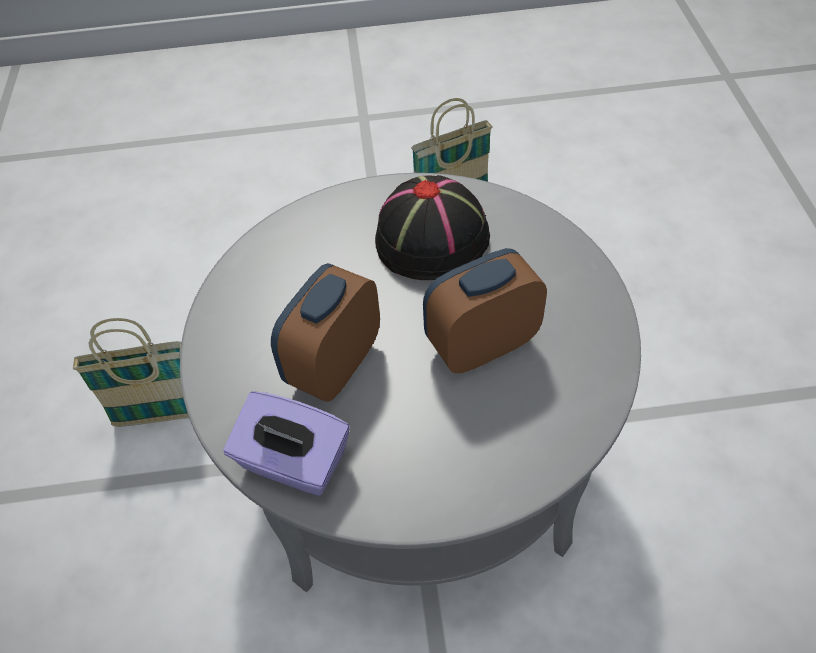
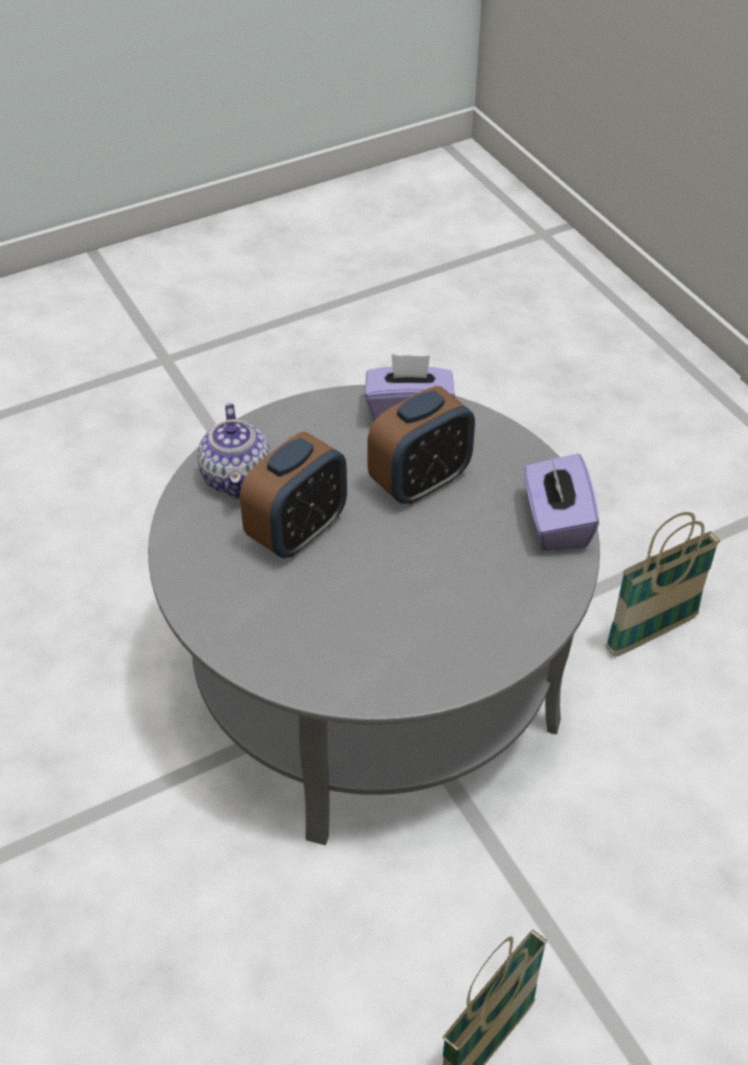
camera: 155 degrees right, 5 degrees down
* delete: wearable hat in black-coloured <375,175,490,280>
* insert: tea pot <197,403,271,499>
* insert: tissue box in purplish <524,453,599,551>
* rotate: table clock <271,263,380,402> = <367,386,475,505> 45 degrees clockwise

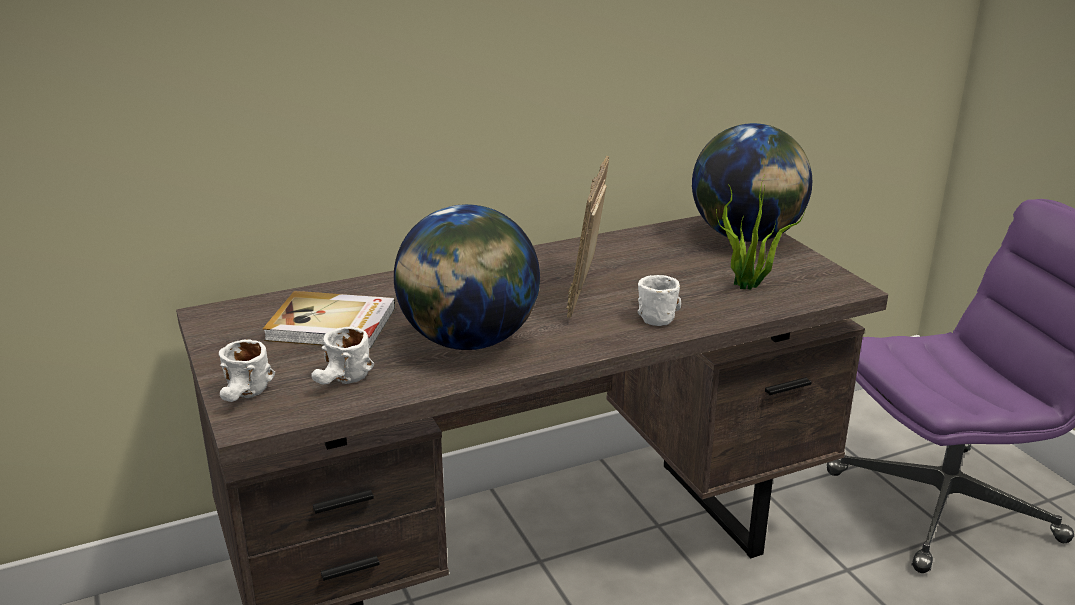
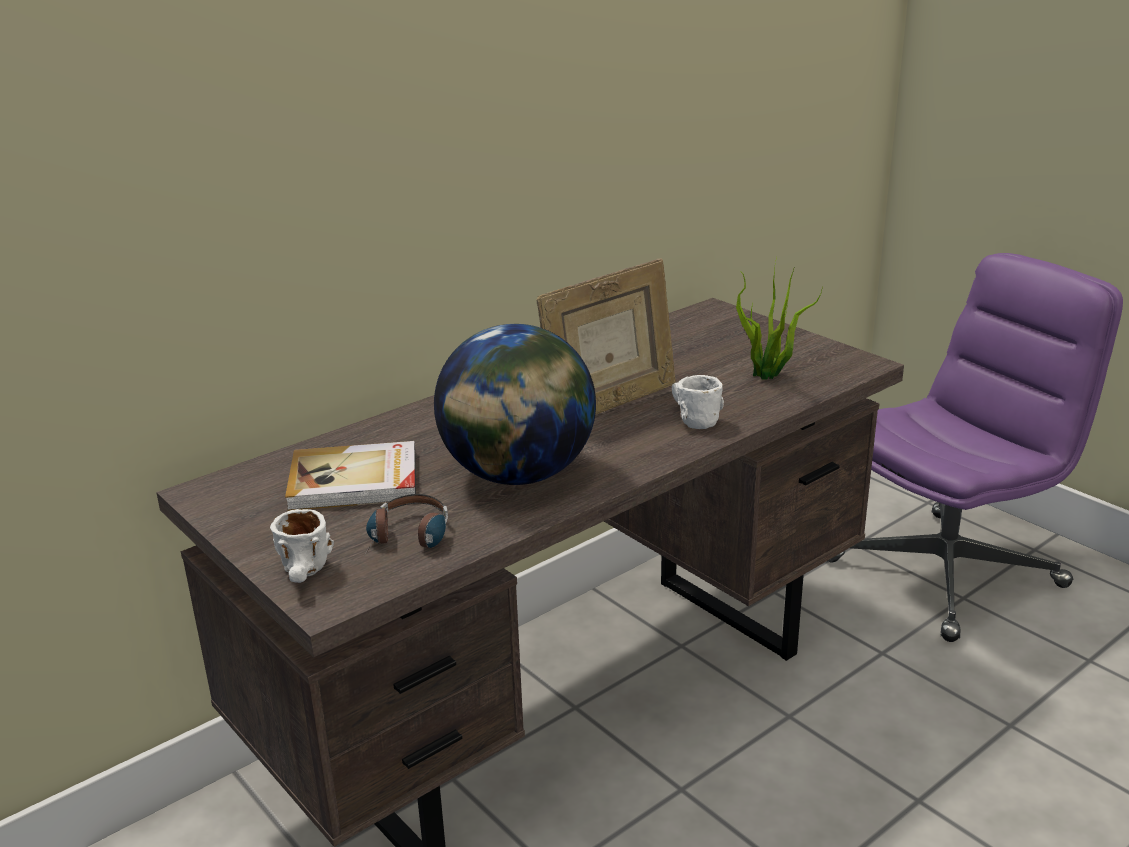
camera: 15 degrees left, 0 degrees up
* delete: desk globe <692,123,812,242>
* replace: coffee mug in whitish <311,327,374,384> to headset <365,494,448,555>
* rotate: photo frame <566,156,609,319> = <537,259,676,415> 120 degrees counterclockwise

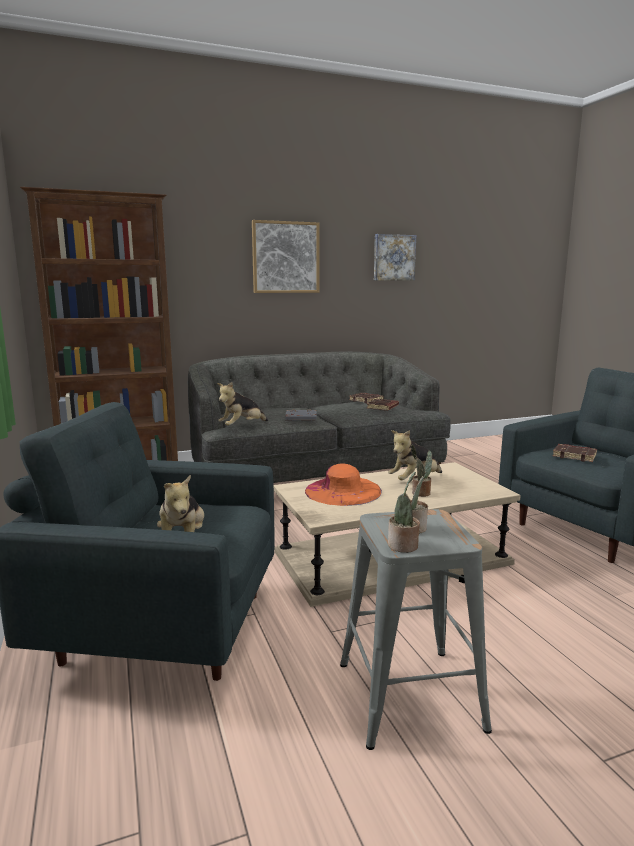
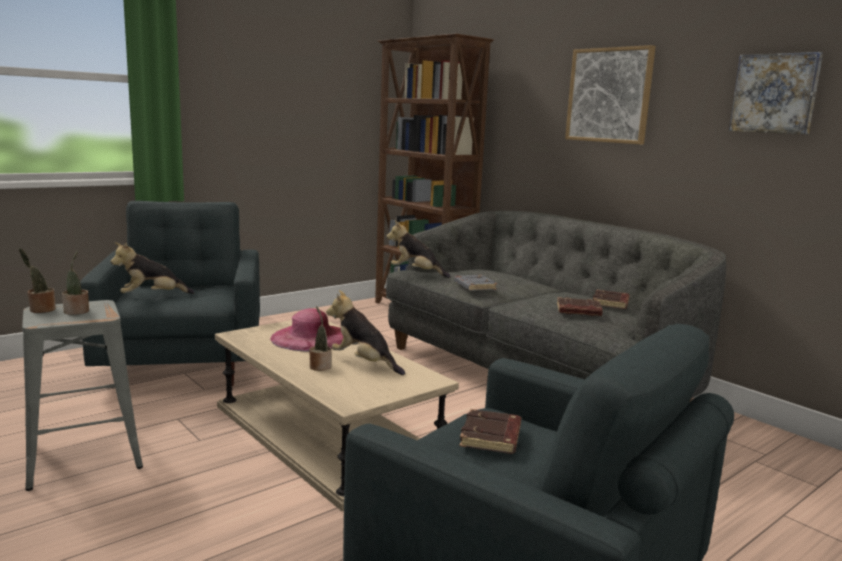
camera: 70 degrees right, 0 degrees up
* recolor: wearable hat in orange <305,464,382,506> to wearable hat in pink-coloured <270,308,343,352>

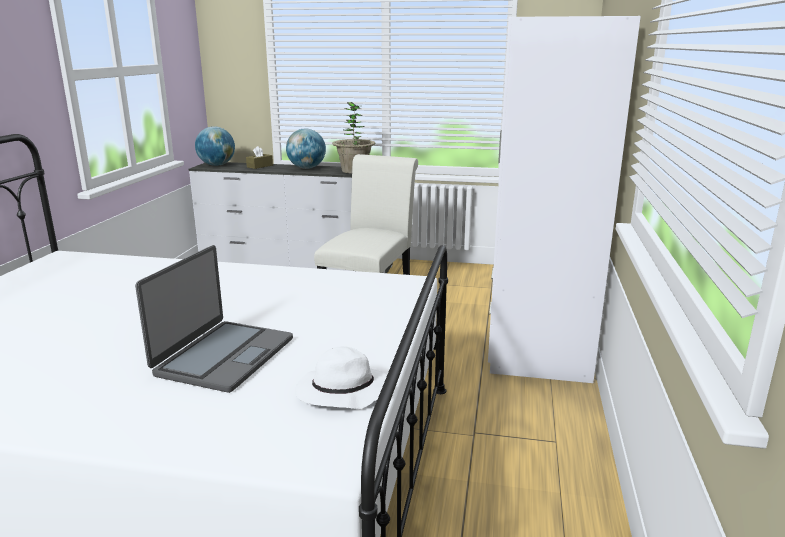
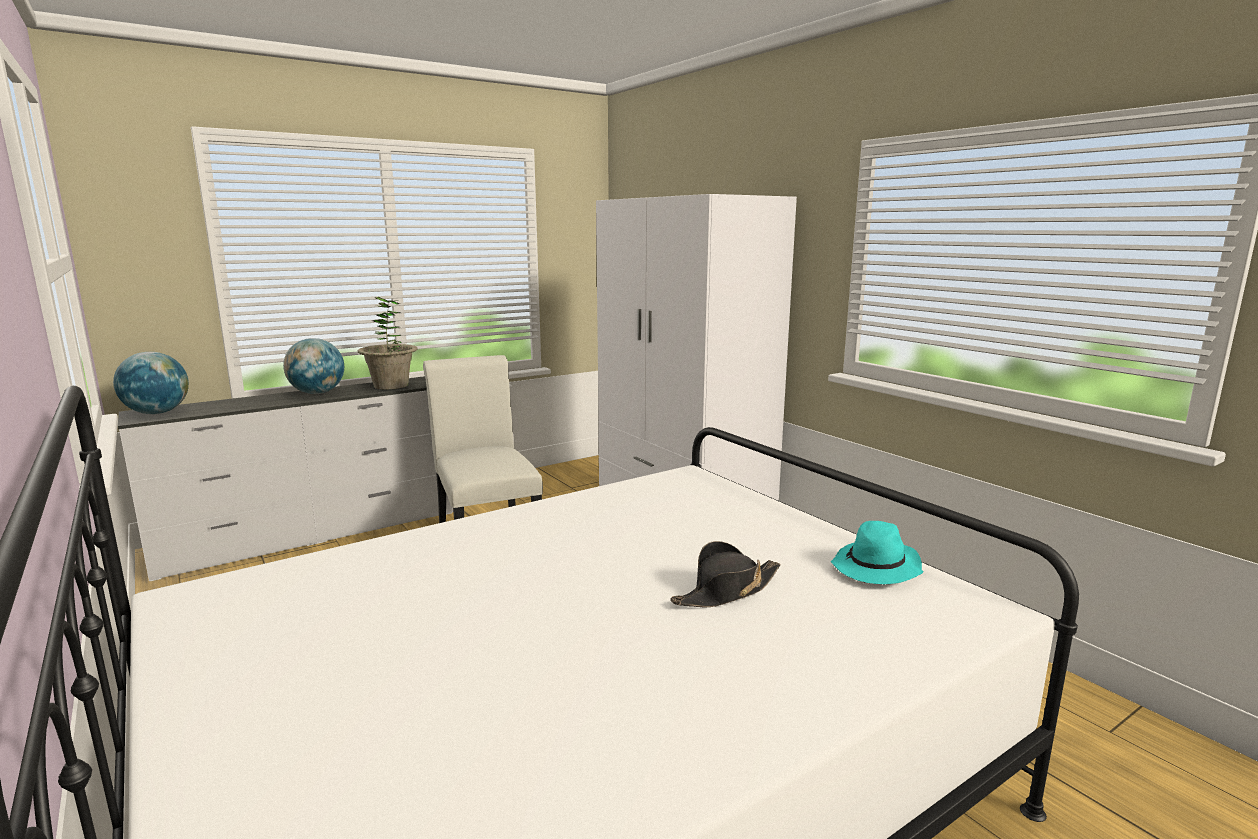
camera: 45 degrees left, 5 degrees down
* delete: tissue box in brown-coloured <246,146,273,169>
* replace: laptop <135,245,293,393> to wearable hat in black-coloured <671,541,781,607>
* recolor: wearable hat in whitish <295,346,387,409> to wearable hat in turquoise-coloured <831,521,924,584>

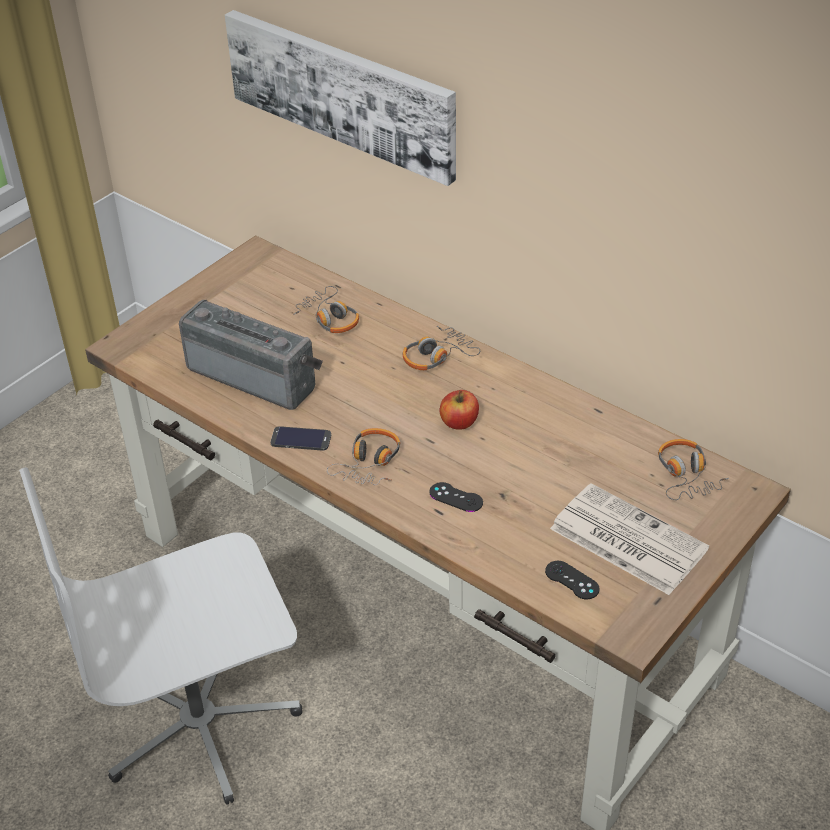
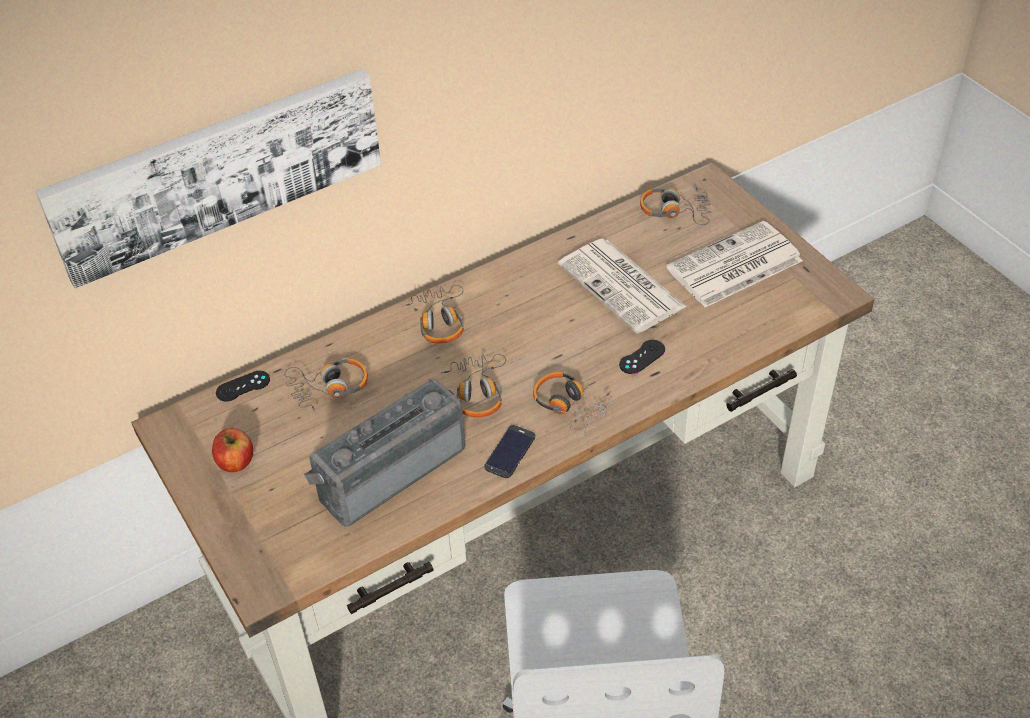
camera: 70 degrees left, 5 degrees up
* insert: headset <441,354,506,417>
* insert: printed paper <558,239,687,333>
* move: apple <440,390,479,430> to <212,428,253,472>
* move: game controller in black-coloured <545,561,599,599> to <216,371,270,401>

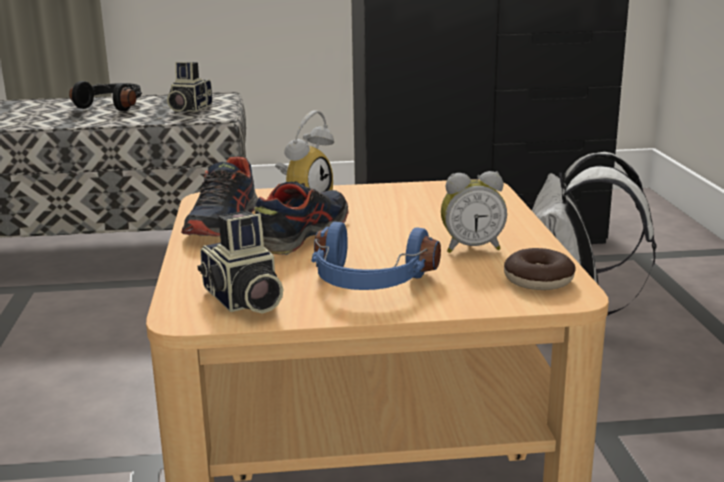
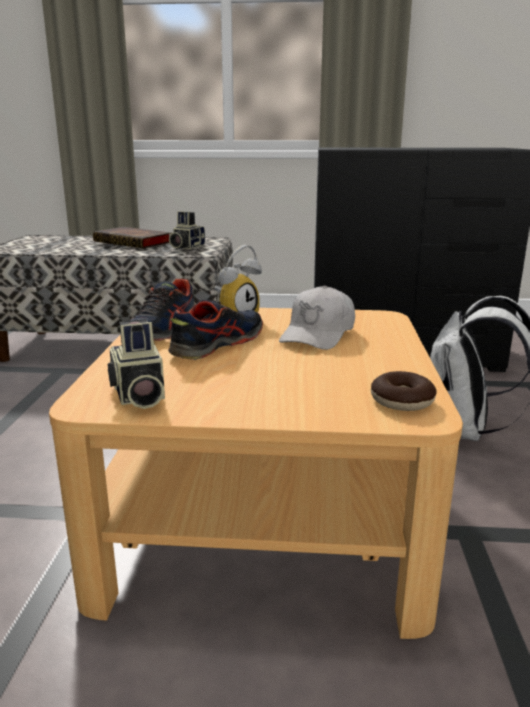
camera: 10 degrees right, 0 degrees up
* delete: headset in bluish <311,222,441,290>
* delete: table clock <441,171,507,253>
* insert: peaked cap in whitish <279,285,355,350>
* replace: headset in black-coloured <69,81,142,111> to bound book <93,227,171,248>

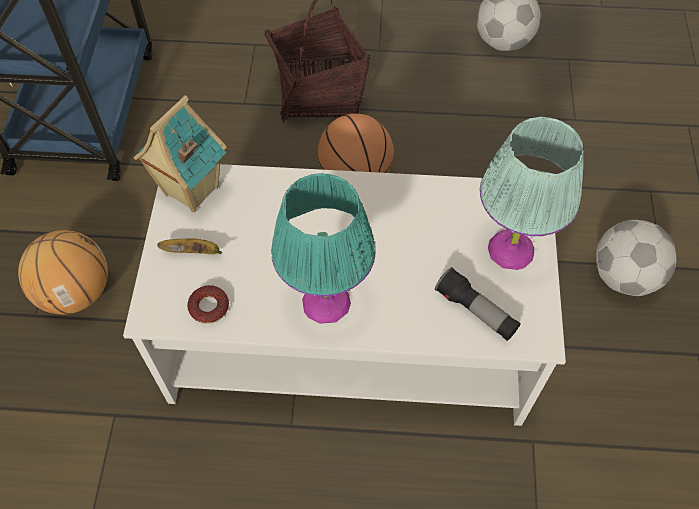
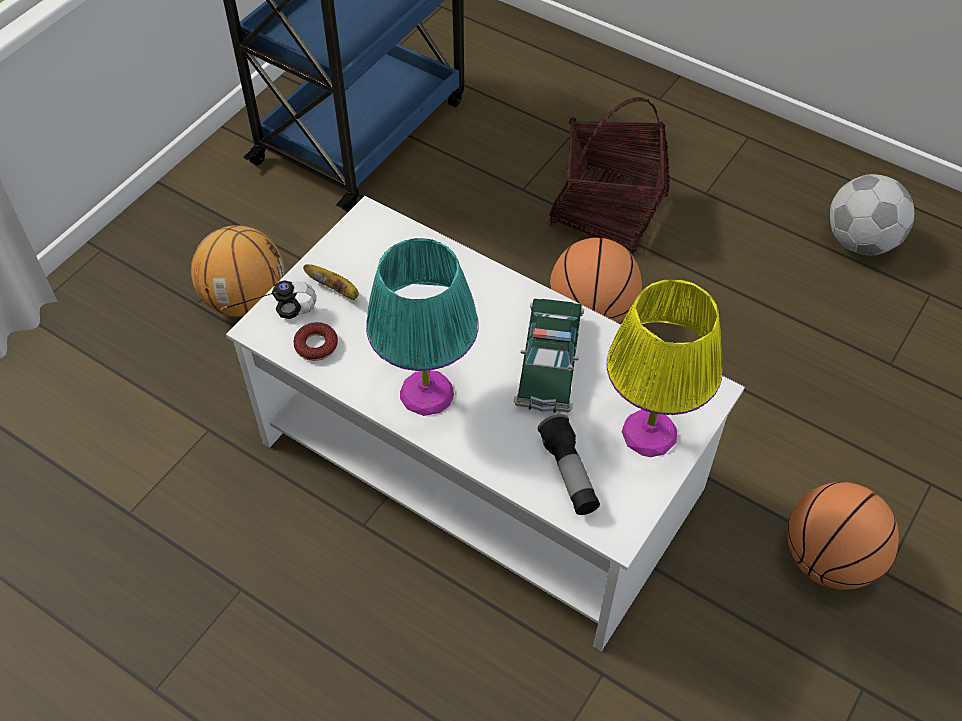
camera: 30 degrees right, 5 degrees down
* delete: toy house <134,95,227,212>
* insert: headset <221,265,316,319>
* insert: miniature car <514,298,584,413>
* replace: football ball <596,220,676,296> to basketball ball <787,482,899,590>
* recolor: tabletop lamp in turquoise-coloured <480,117,584,270> to tabletop lamp in yellow <607,279,723,457>

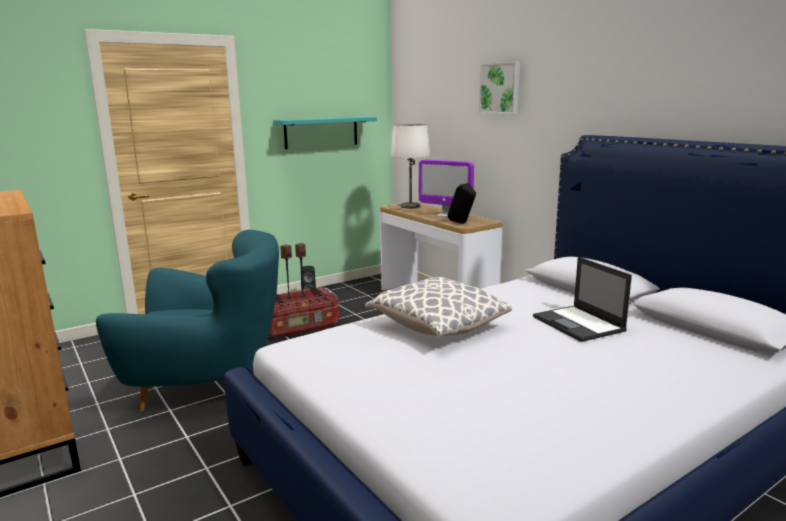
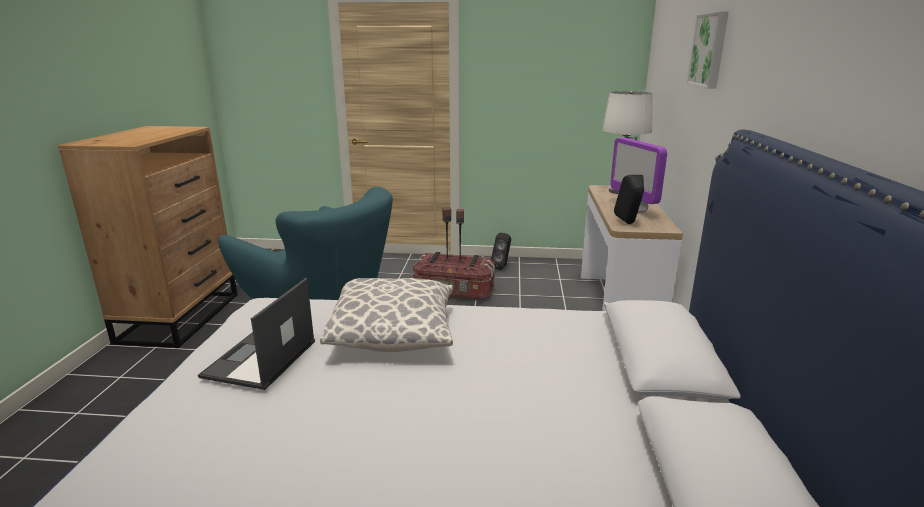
camera: 40 degrees right, 5 degrees up
* delete: shelf in turquoise-coloured <273,117,377,149>
* move: laptop <533,257,632,342> to <198,278,315,390>

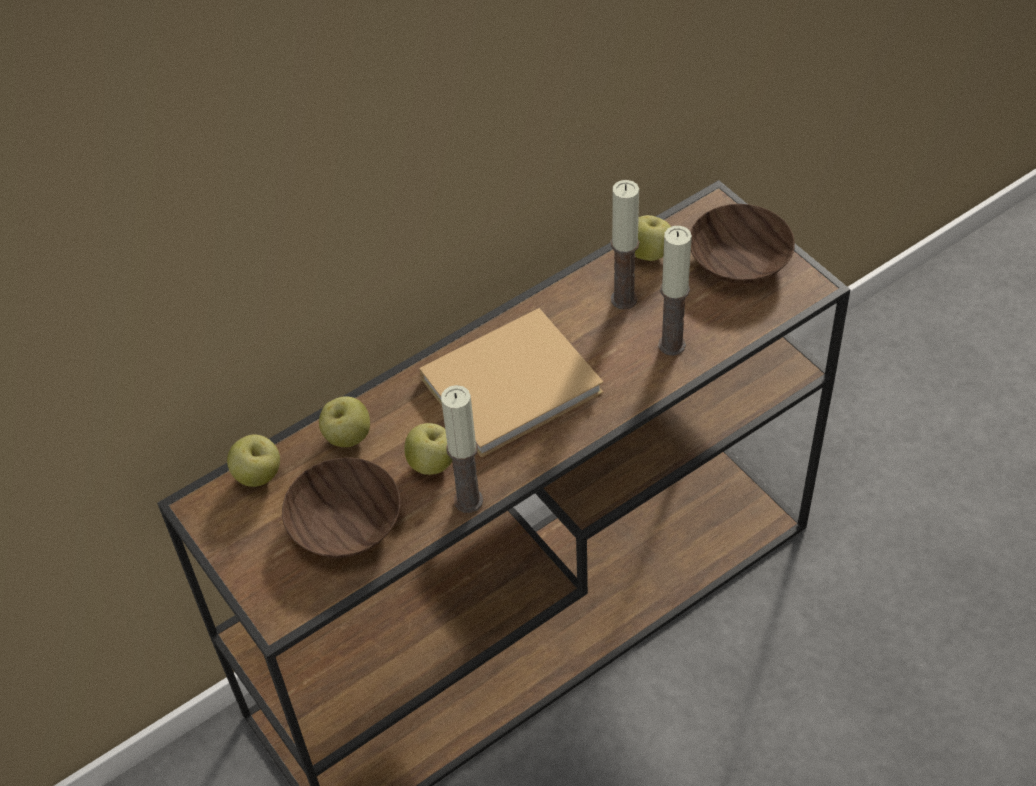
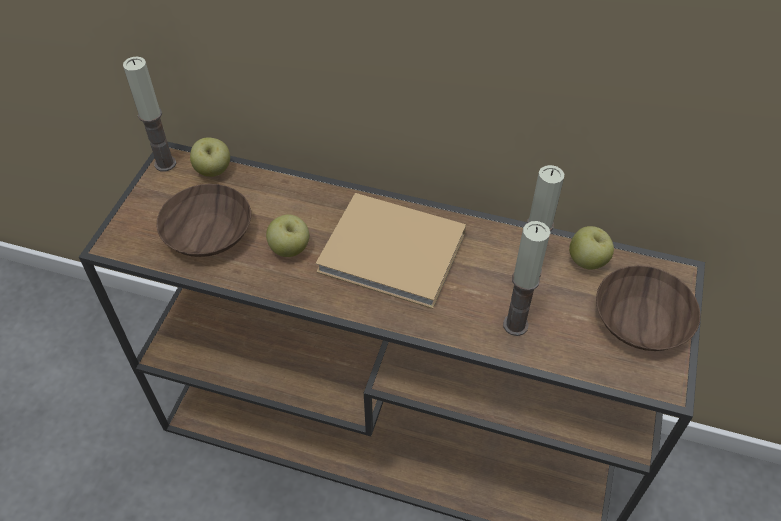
camera: 50 degrees right, 0 degrees up
* delete: apple <319,396,370,447>
* move: candle <441,385,483,513> to <123,56,176,171>

